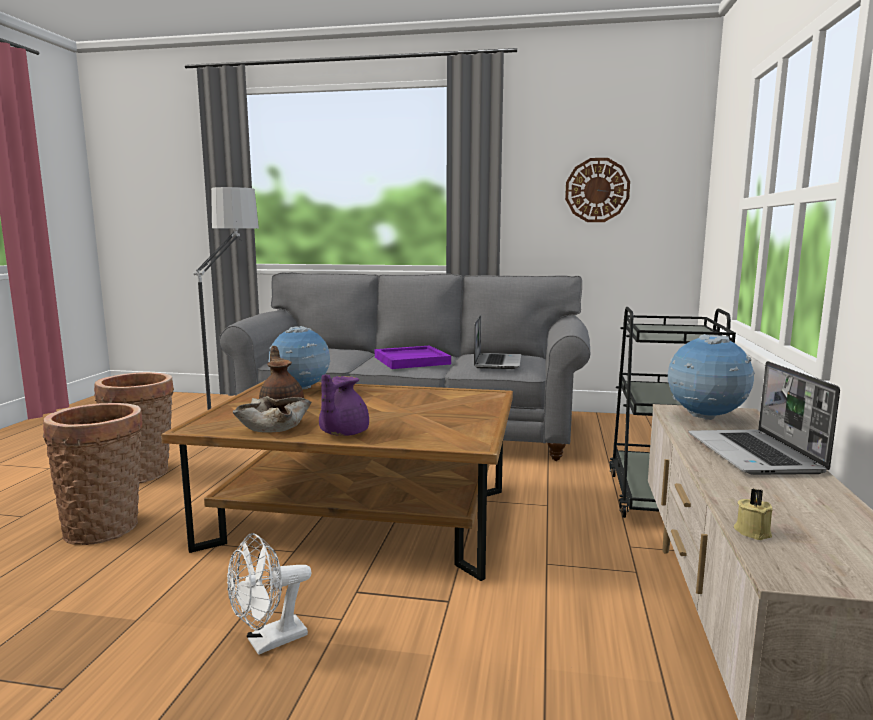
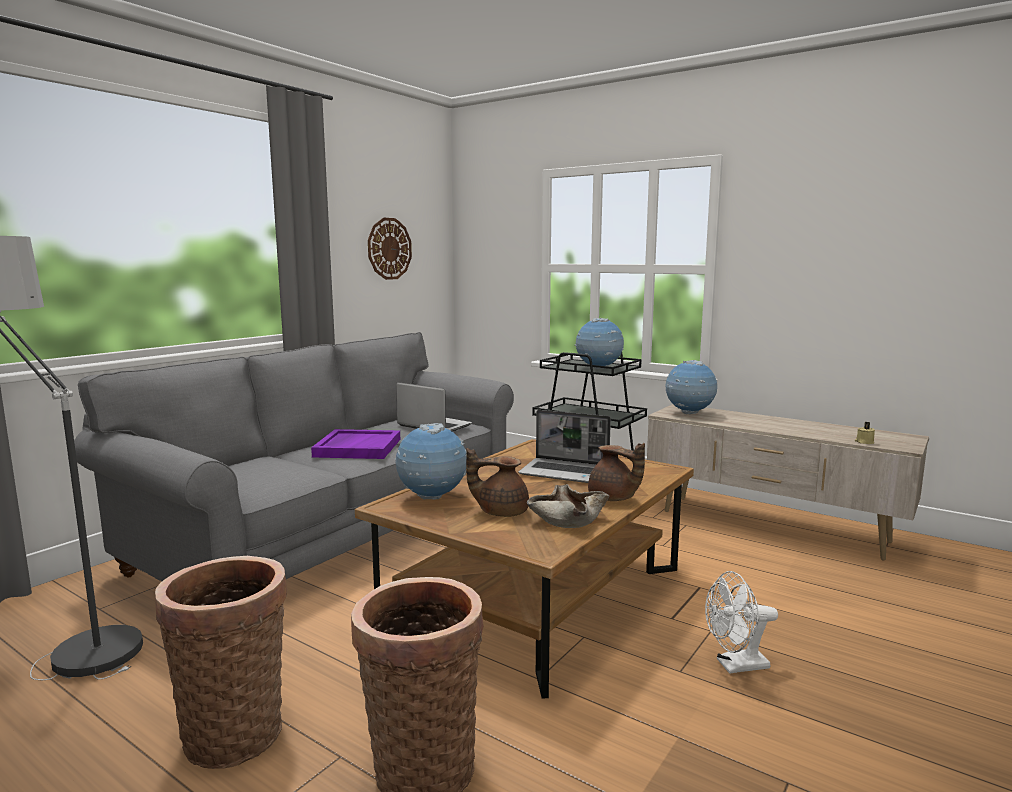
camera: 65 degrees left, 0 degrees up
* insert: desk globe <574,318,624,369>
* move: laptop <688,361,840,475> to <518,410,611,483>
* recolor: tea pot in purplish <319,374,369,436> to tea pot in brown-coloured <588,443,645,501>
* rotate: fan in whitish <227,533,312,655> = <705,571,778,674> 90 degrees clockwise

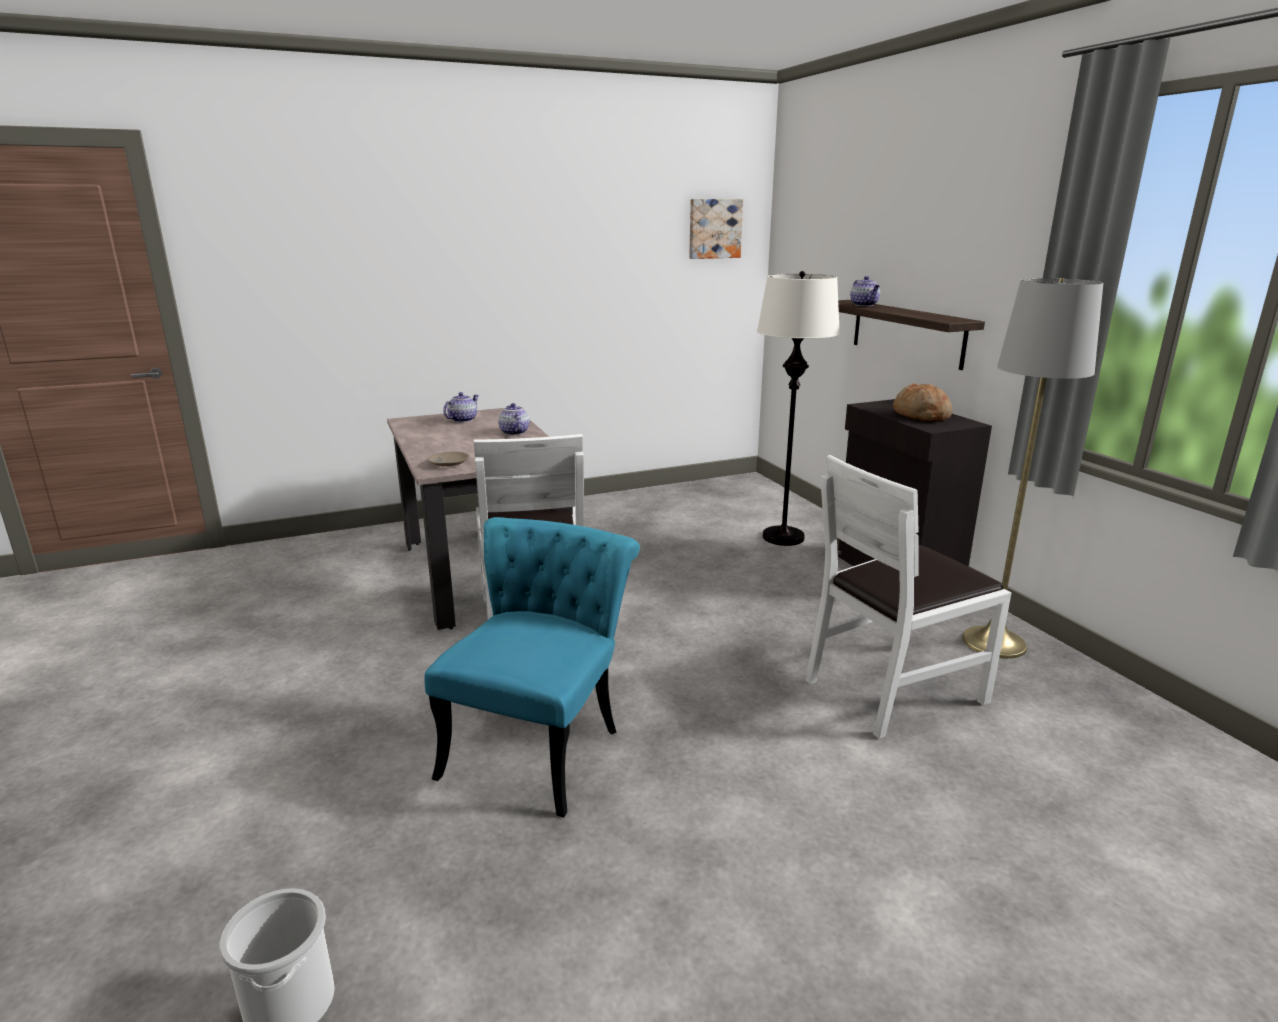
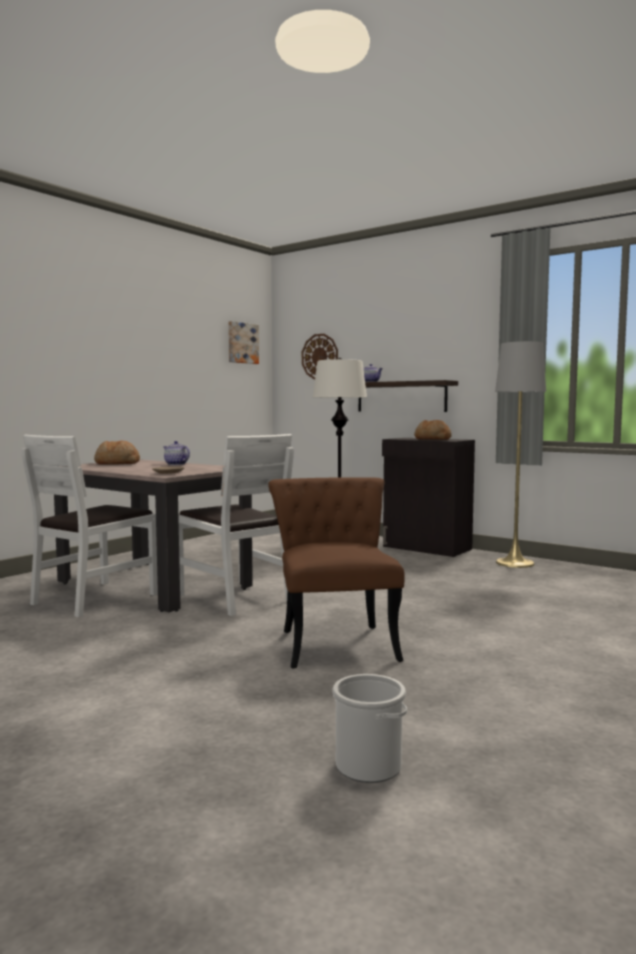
camera: 30 degrees left, 15 degrees down
* insert: wall clock <302,334,338,380>
* move: upright chair in whitish <806,455,1011,739> to <21,434,158,617>
* replace: tea pot <443,392,479,423> to baked bread <94,441,140,465>
* recolor: upright chair in turquoise-coloured <424,517,640,817> to upright chair in brown-coloured <268,477,405,668>

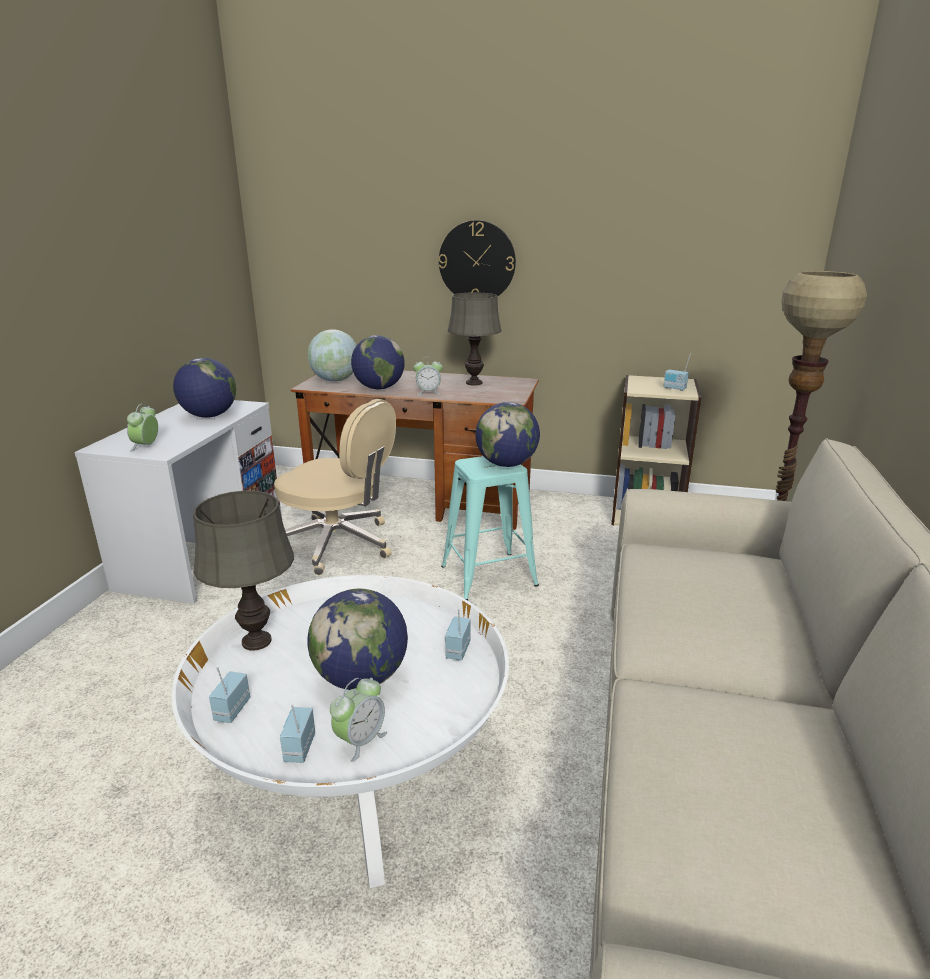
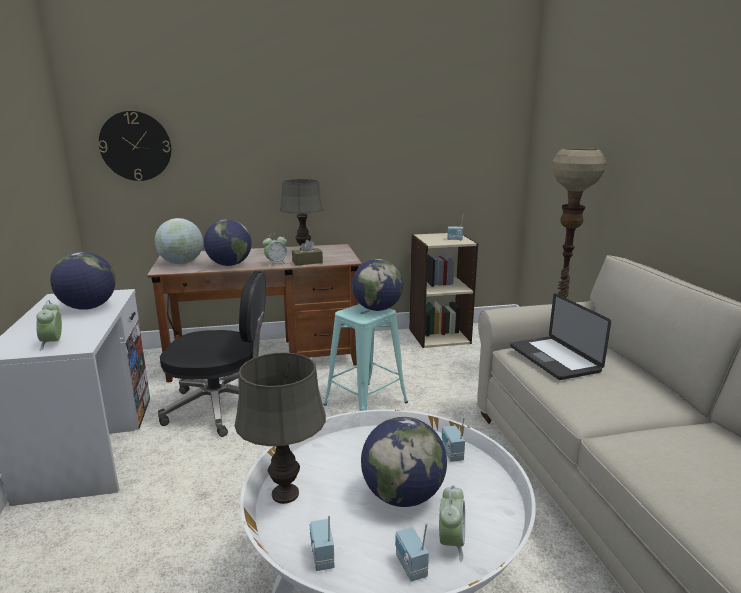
camera: 25 degrees left, 5 degrees down
* insert: tissue box in brown-coloured <292,240,323,266>
* insert: laptop <510,293,611,380>
* move: wall clock <439,220,516,296> to <99,111,171,181>
* recolor: computer chair in sand-coloured <274,399,396,575> to computer chair in black-coloured <158,271,266,437>

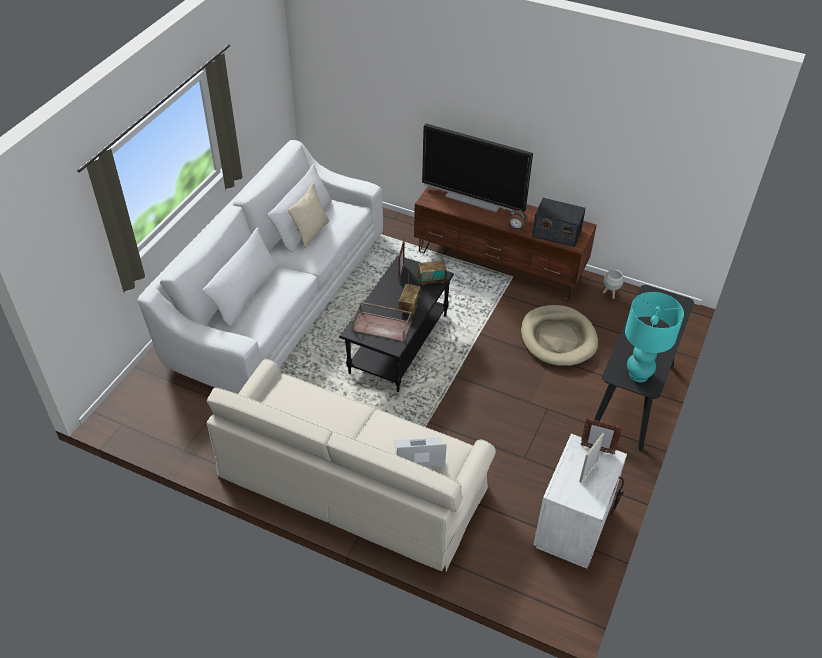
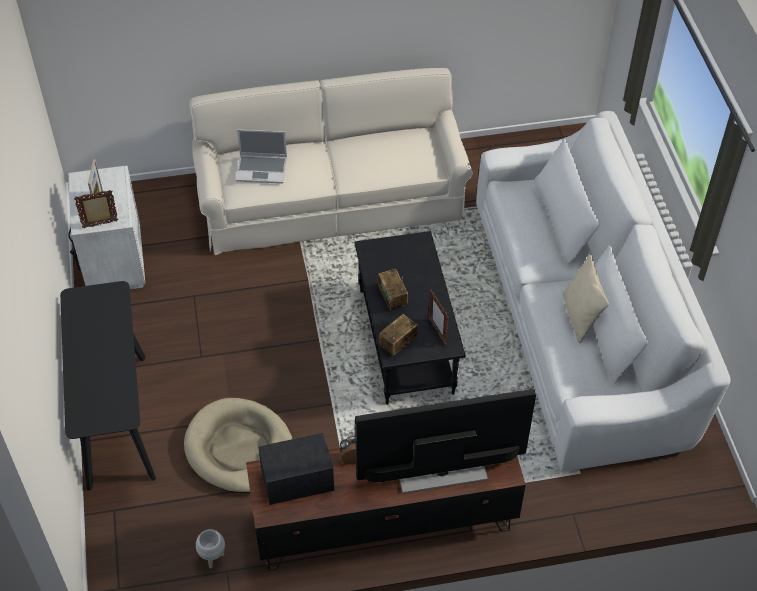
camera: 145 degrees right, 5 degrees up
* delete: serving tray in brown-coloured <352,302,412,342>
* delete: tabletop lamp in turquoise-coloured <625,292,684,382>
* rotate: laptop <394,437,447,468> = <236,129,287,184> 45 degrees clockwise

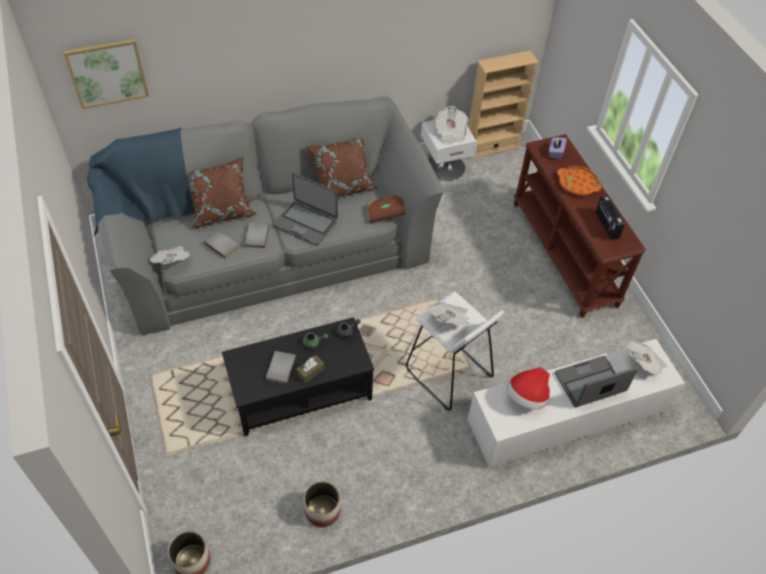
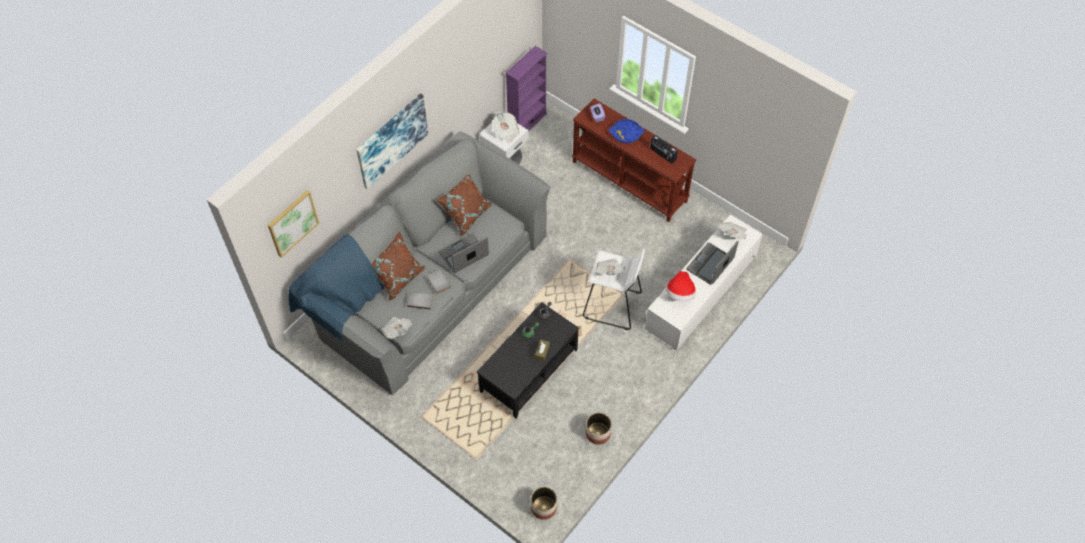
camera: 30 degrees left, 5 degrees up
* delete: bound book in grey <266,351,296,385>
* delete: bound book in brown-coloured <367,195,406,223>
* insert: wall art <356,93,428,189>
* recolor: bookcase in sand-coloured <468,50,539,159> to bookcase in purplish <505,46,547,130>
* recolor: serving tray in orange <557,166,601,196> to serving tray in bluish <609,119,644,143>
* rotate: laptop <274,173,338,246> = <439,233,489,273> 150 degrees clockwise

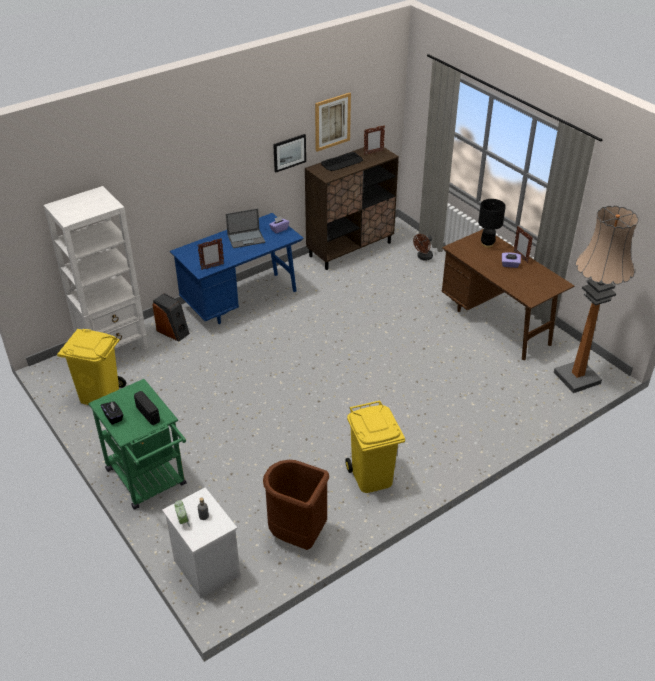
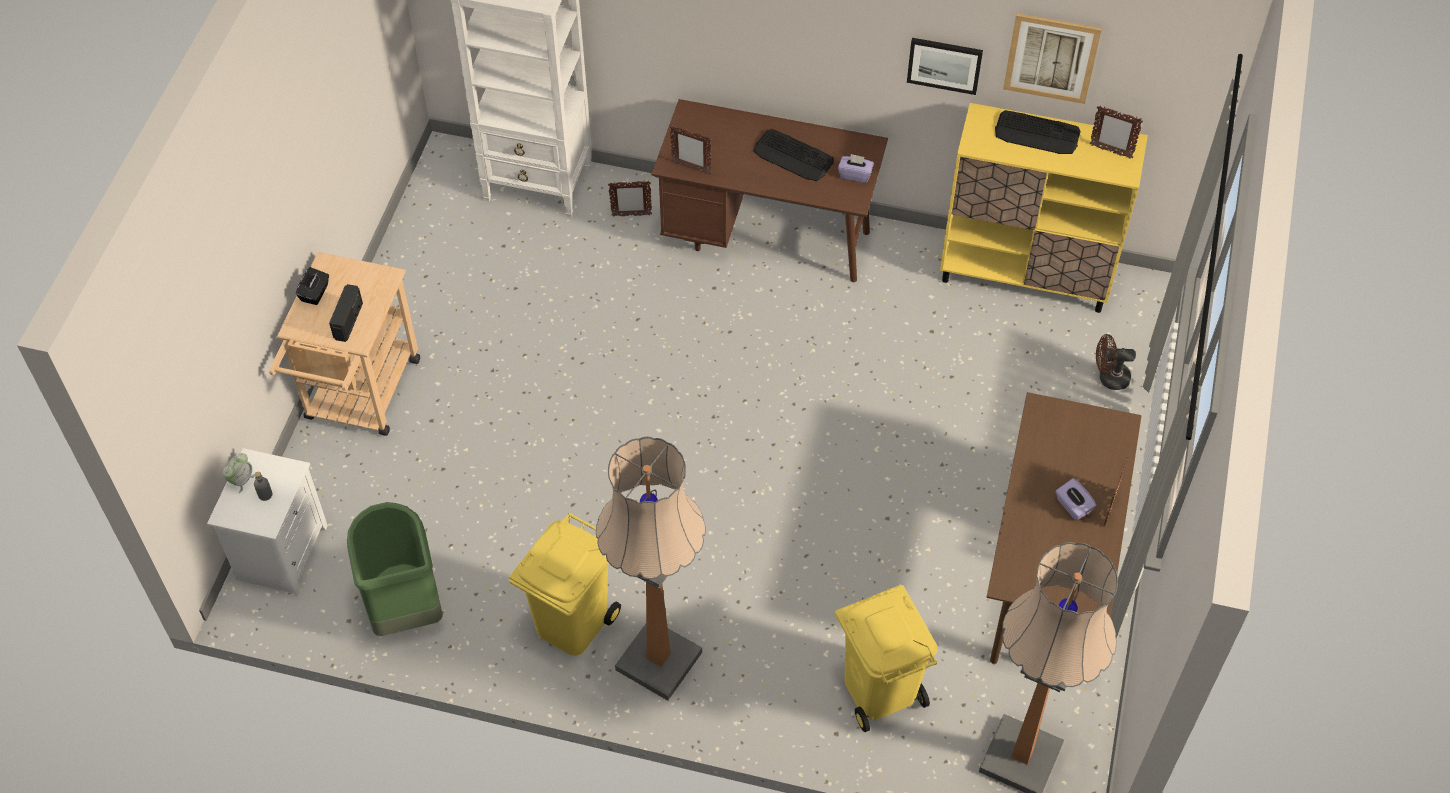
camera: 50 degrees right, 15 degrees up
* delete: tabletop lamp in black-coloured <478,199,506,248>
* insert: standing lamp <596,436,706,701>
* move: rubbish bin in yellow <57,329,126,405> to <835,585,937,732>
* replace: audio speaker <152,293,190,342> to photo frame <608,181,652,217>
* replace: laptop <226,208,265,248> to PC keyboard <753,129,834,181>
* recolor: trolley in green <88,379,186,510> to trolley in sand-coloured <269,252,420,436>
* recolor: desk table in bluish <170,213,304,324> to desk table in brown-coloured <651,99,888,282>
* recolor: rubbish bin in brown-coloured <263,460,329,550> to rubbish bin in green <347,502,443,636>
* recolor: cabinet in brown-coloured <305,147,399,270> to cabinet in yellow <940,103,1148,313>

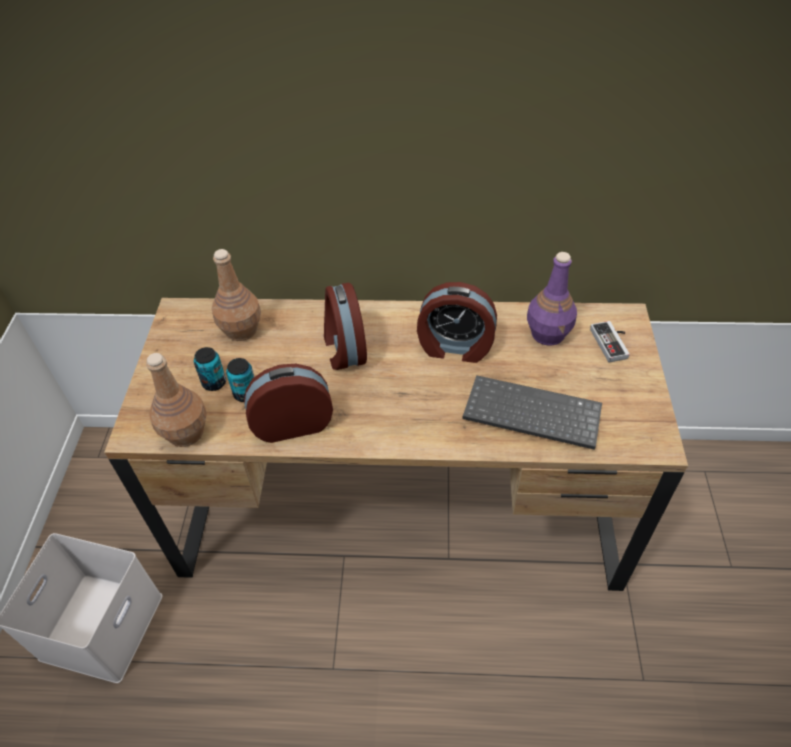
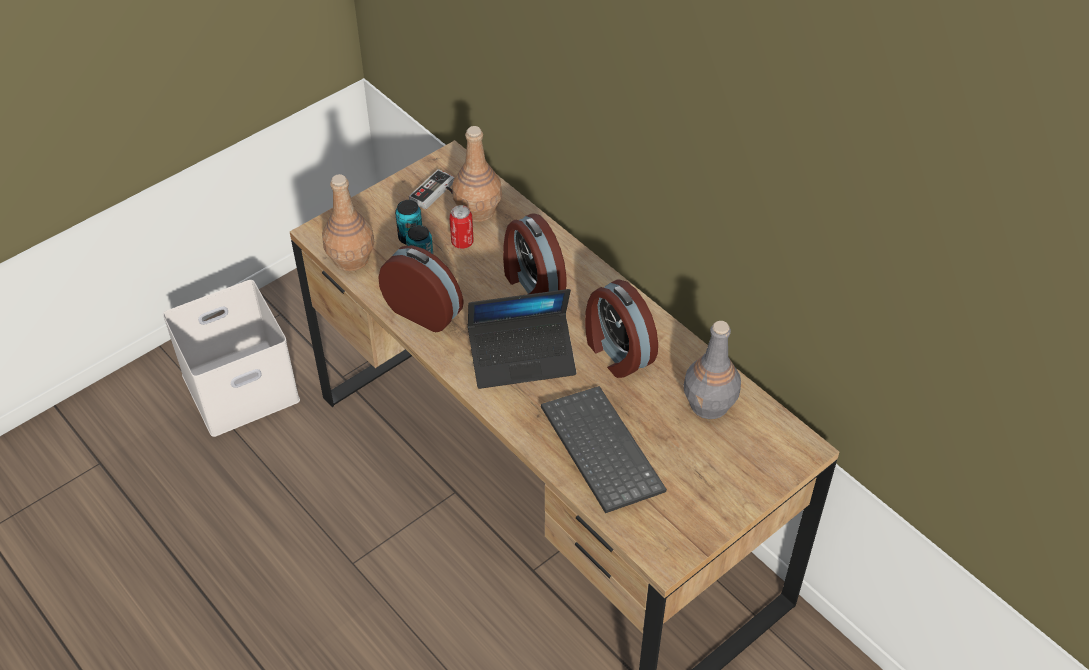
camera: 45 degrees right, 0 degrees up
* insert: metal can <449,205,474,249>
* insert: laptop <468,289,576,389>
* move: game controller <590,321,630,363> to <409,169,454,209>
* recolor: drink bottle in purplish <527,252,577,346> to drink bottle in grey <683,321,741,419>
* rotate: table clock <324,283,367,370> = <503,213,566,294> 60 degrees counterclockwise

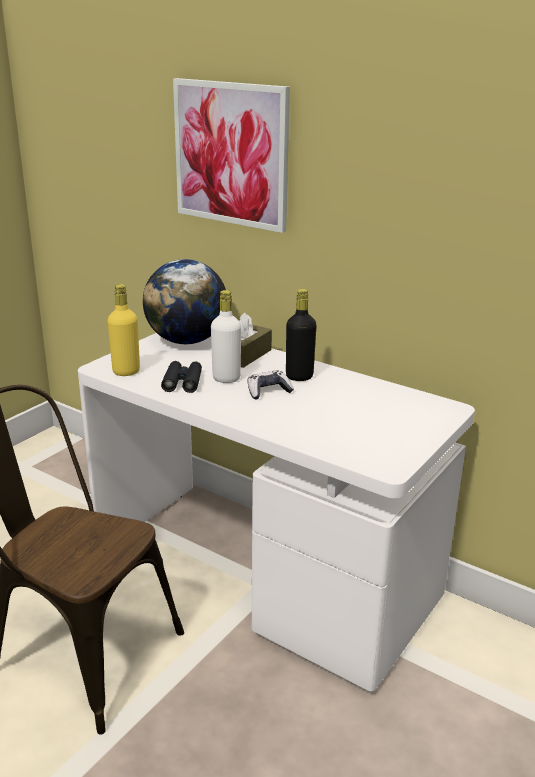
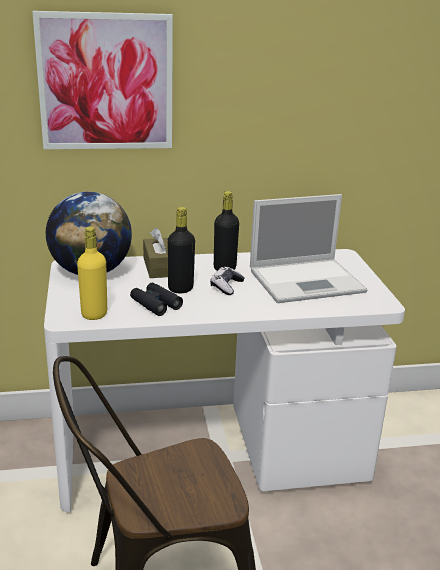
camera: 45 degrees left, 0 degrees up
* insert: laptop <250,194,368,303>
* recolor: drink bottle in whitish <211,290,241,383> to drink bottle in black-coloured <167,207,195,293>

